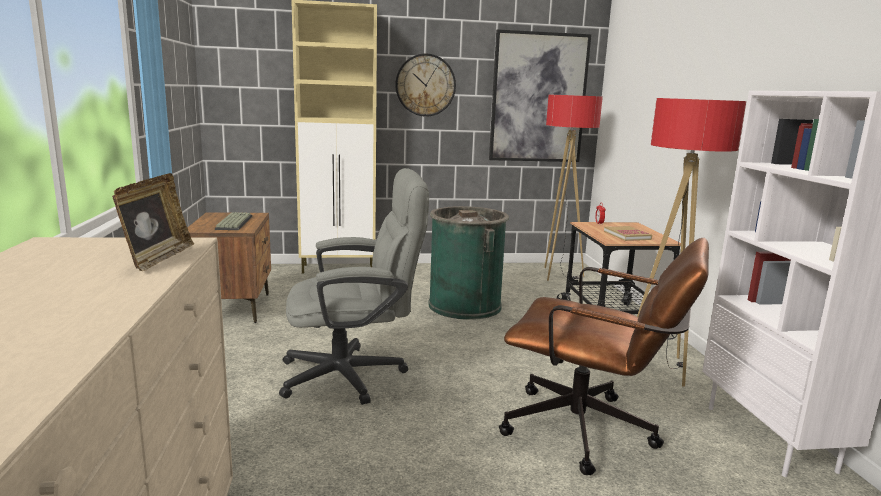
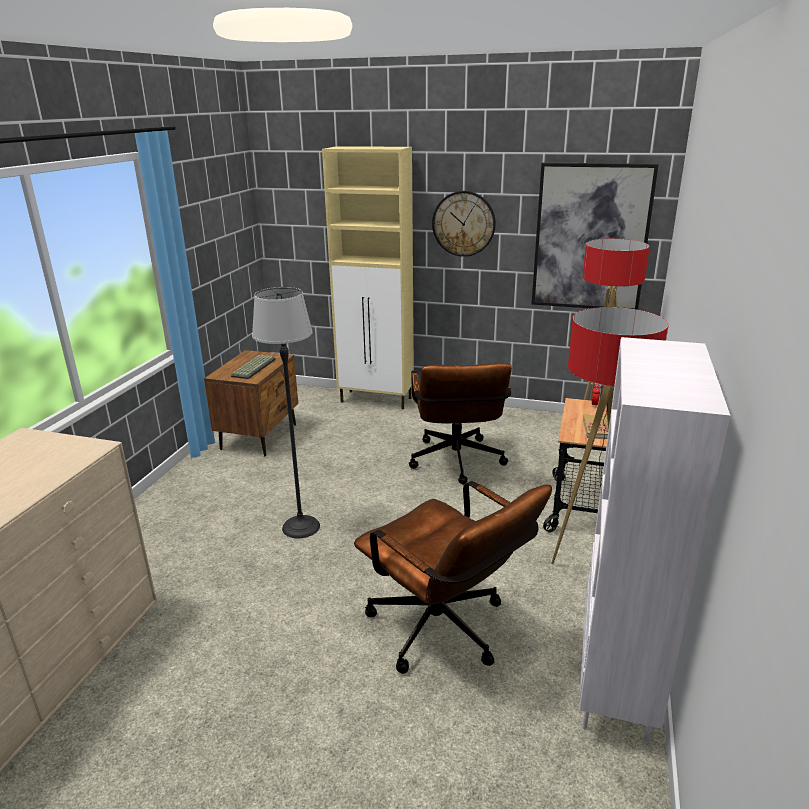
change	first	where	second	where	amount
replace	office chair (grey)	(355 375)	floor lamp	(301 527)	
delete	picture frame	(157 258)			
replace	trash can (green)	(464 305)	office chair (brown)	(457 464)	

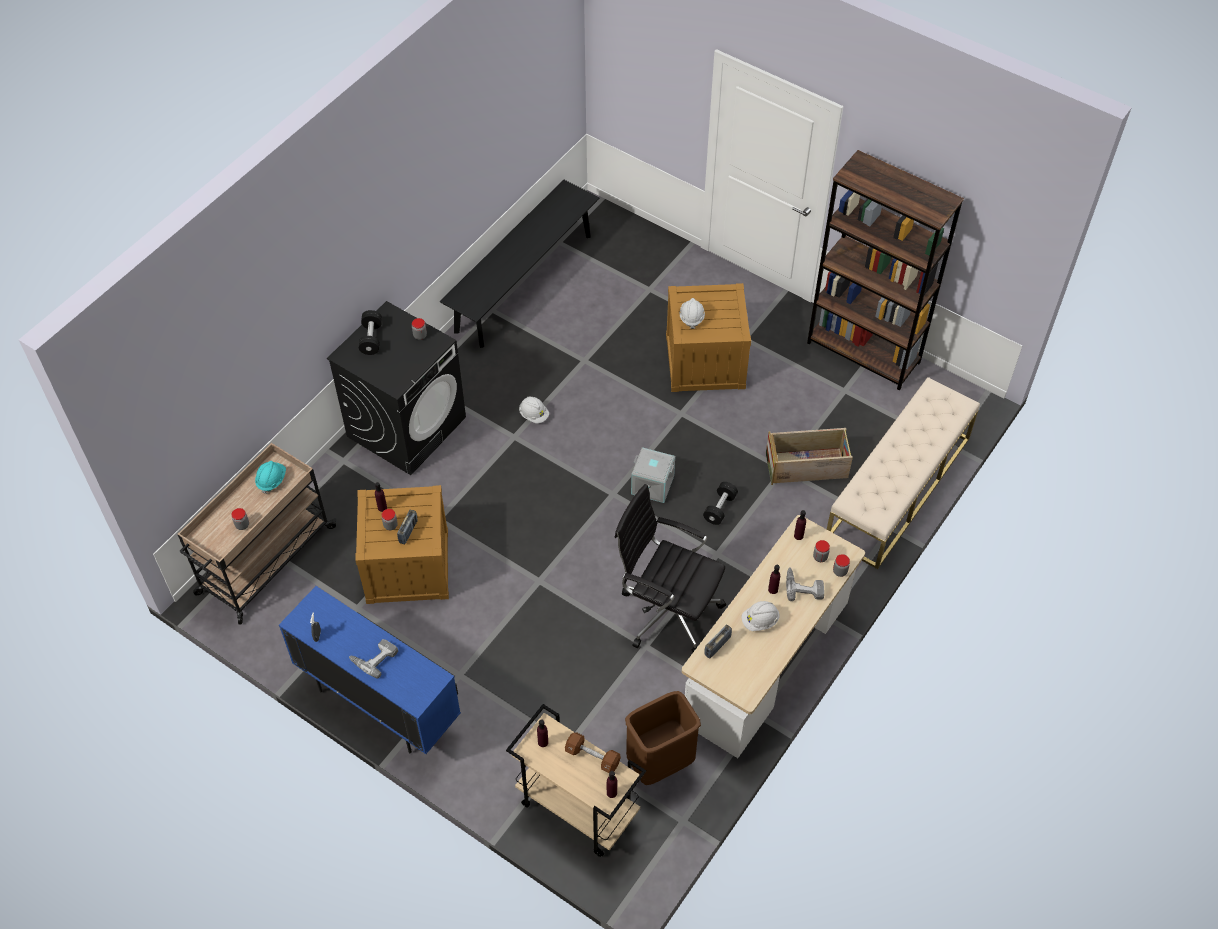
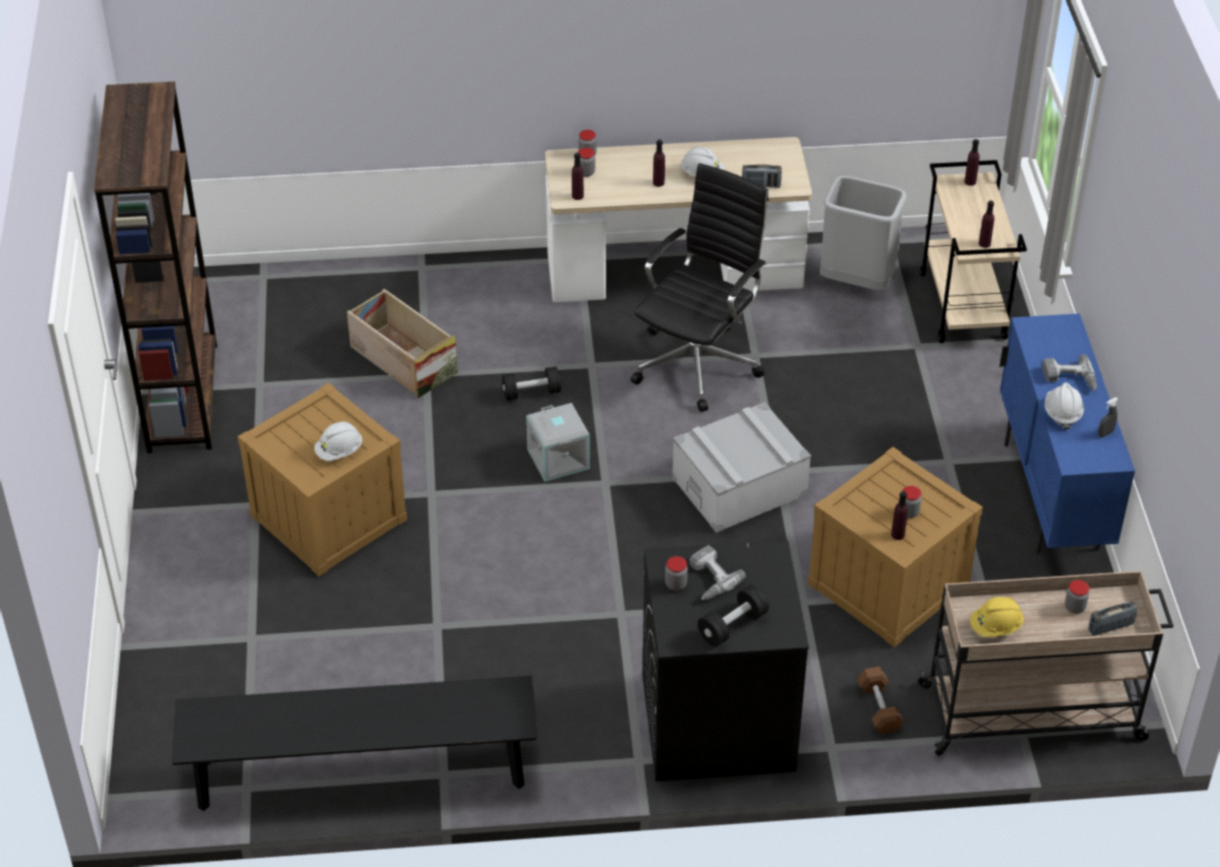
change	first	where	second	where	amount
delete	bench (beige)	(898 488)			
move	hard hat (white)	(534 415)		(1062 413)	
recolor	hard hat (turquoise)	(271 480)	hard hat (yellow)	(995 627)	
rotate	office chair (black)	(667 611)		(699 362)	135 degrees counterclockwise
move	radio	(408 532)		(1110 627)	
move	power drill	(804 586)		(709 579)	
recolor	trash can (brown)	(660 763)	trash can (grey)	(857 281)	
move	dumbbell (brown)	(592 757)		(879 708)	
insert			storage box (grey)	(739 486)	

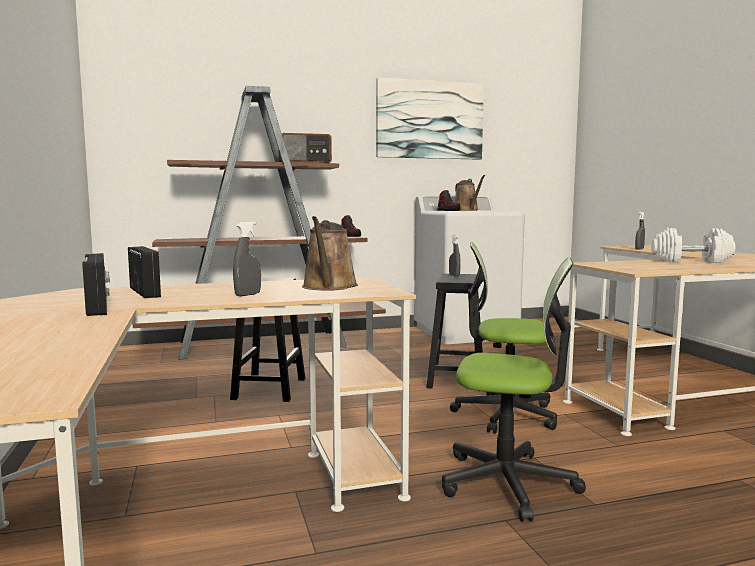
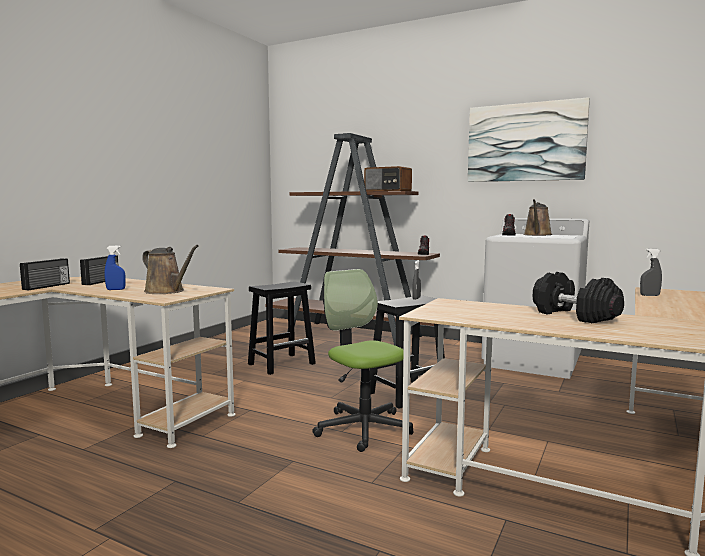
change	first	where	second	where	amount
rotate	watering can (brown)	(329 287)		(167 291)	105 degrees counterclockwise
recolor	spray bottle (grey)	(248 295)	spray bottle (blue)	(115 289)	
recolor	dumbbell (white)	(691 261)	dumbbell (black)	(574 315)	
delete	office chair	(508 482)			

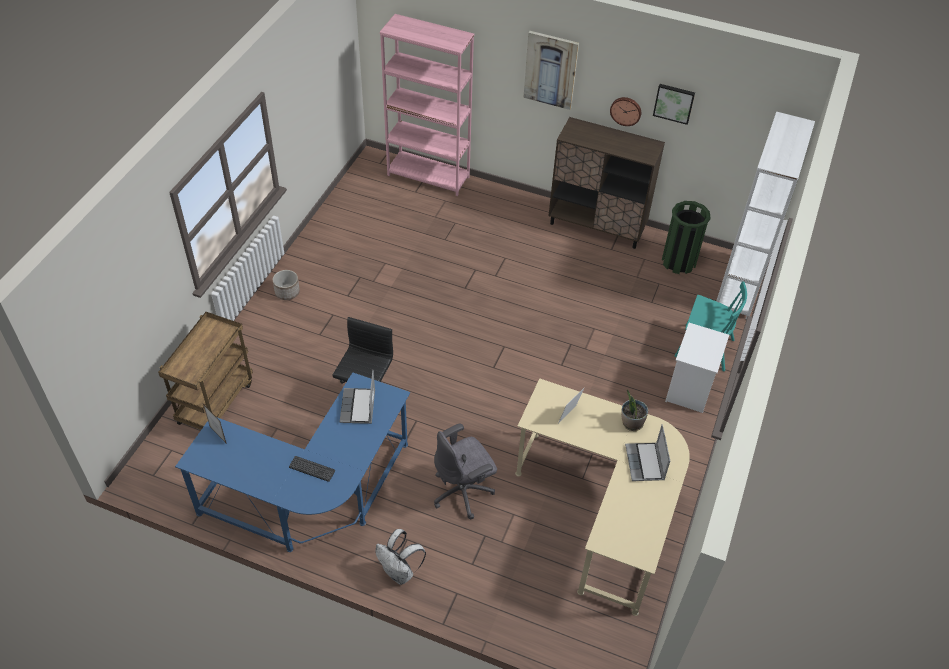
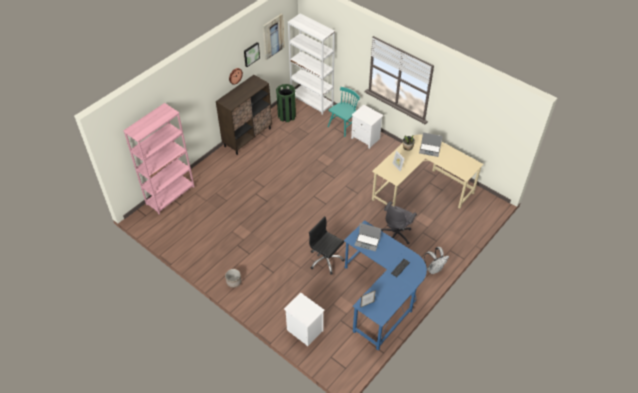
change	first	where	second	where	amount
move	picture	(551 70)		(273 36)	
replace	cart (brown)	(215 402)	nightstand (white)	(304 330)	
rotate	office chair (grey)	(463 492)		(396 234)	45 degrees clockwise

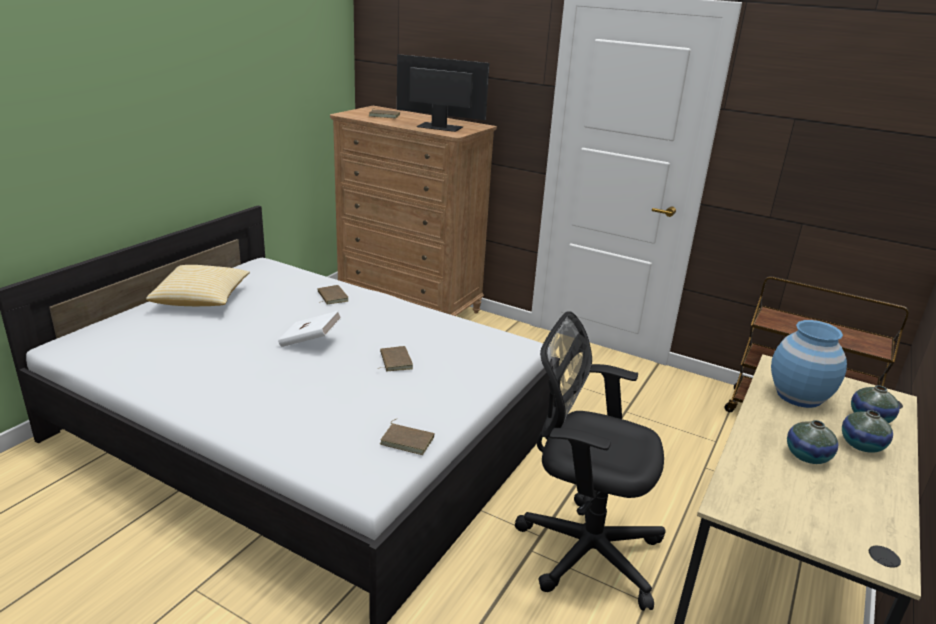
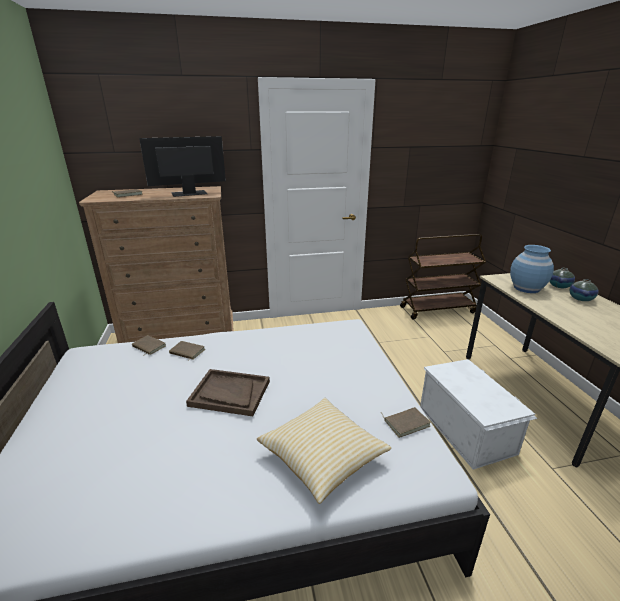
change	first	where	second	where	amount
move	pillow	(201 299)		(322 457)	
replace	book (white)	(310 341)	tray (brown)	(229 393)	
replace	office chair (black)	(582 549)	storage box (white)	(466 429)	
move	book (brown)	(394 361)		(148 347)	
delete	vase	(807 456)			

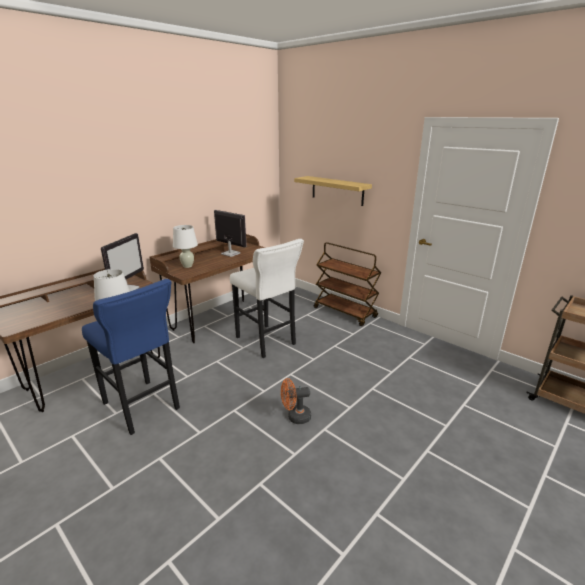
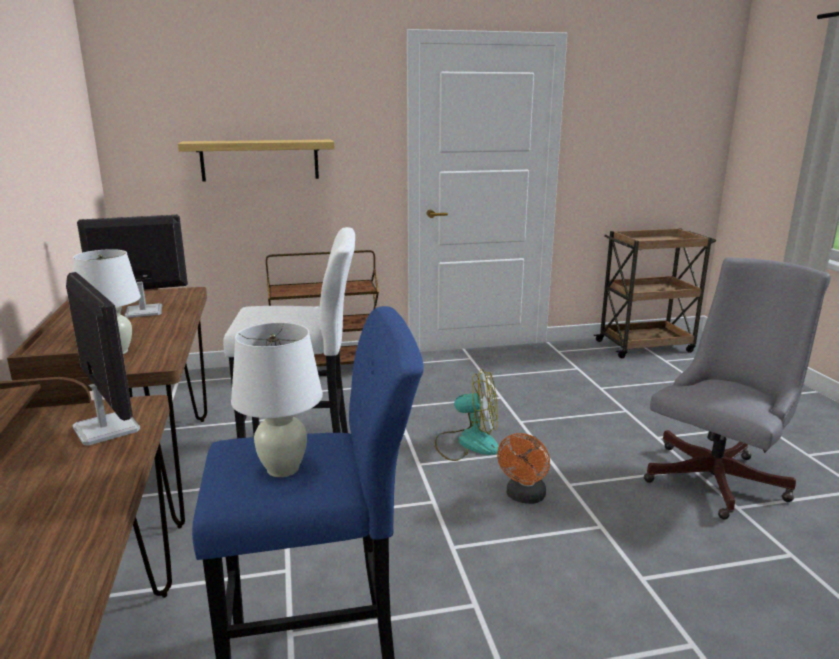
change	first	where	second	where	amount
insert			office chair (grey)	(719 477)	
insert			fan	(467 443)	

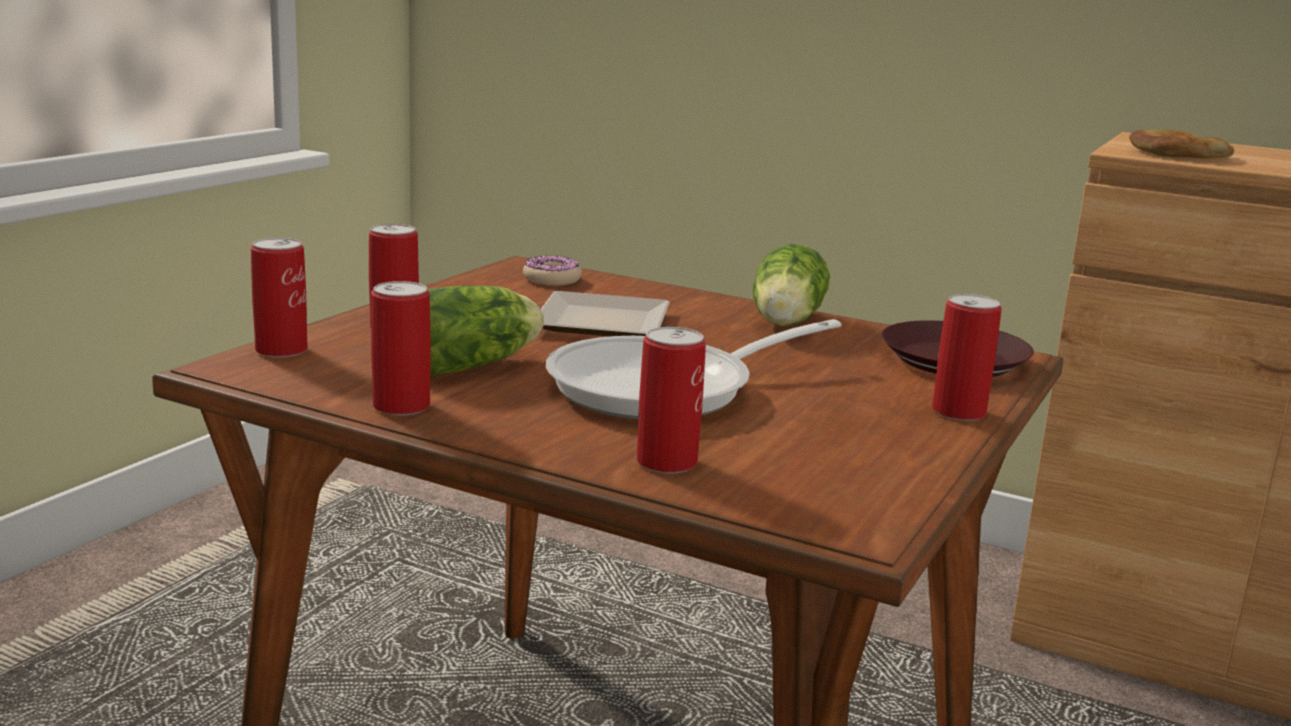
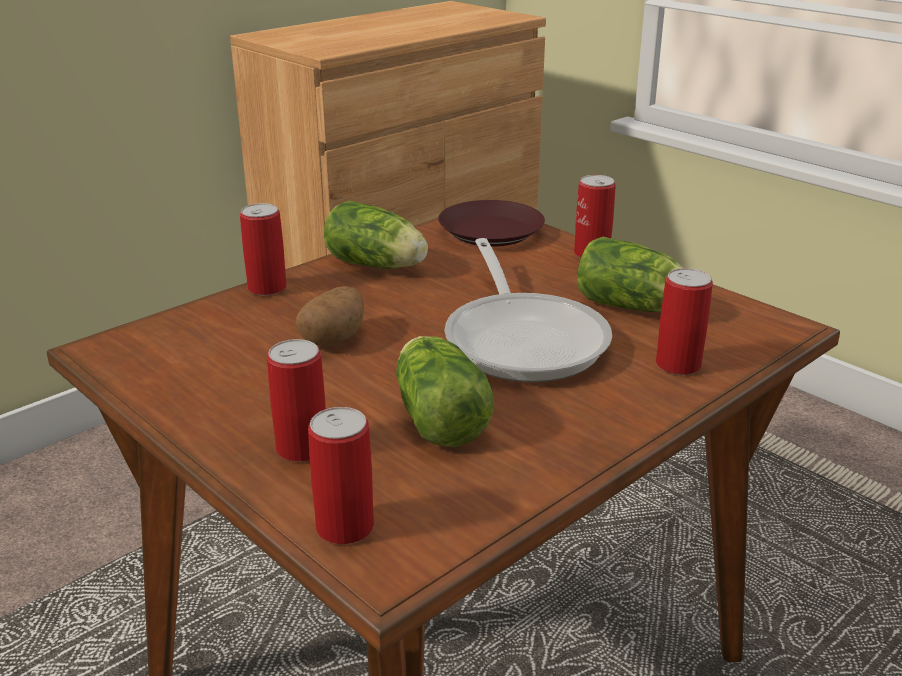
change	first	where	second	where	amount
delete	bread	(1177 153)			
delete	donut	(552 279)			
move	can	(401 406)		(267 288)	
replace	plate	(598 321)	potato	(333 338)	
insert			lettuce	(635 308)	

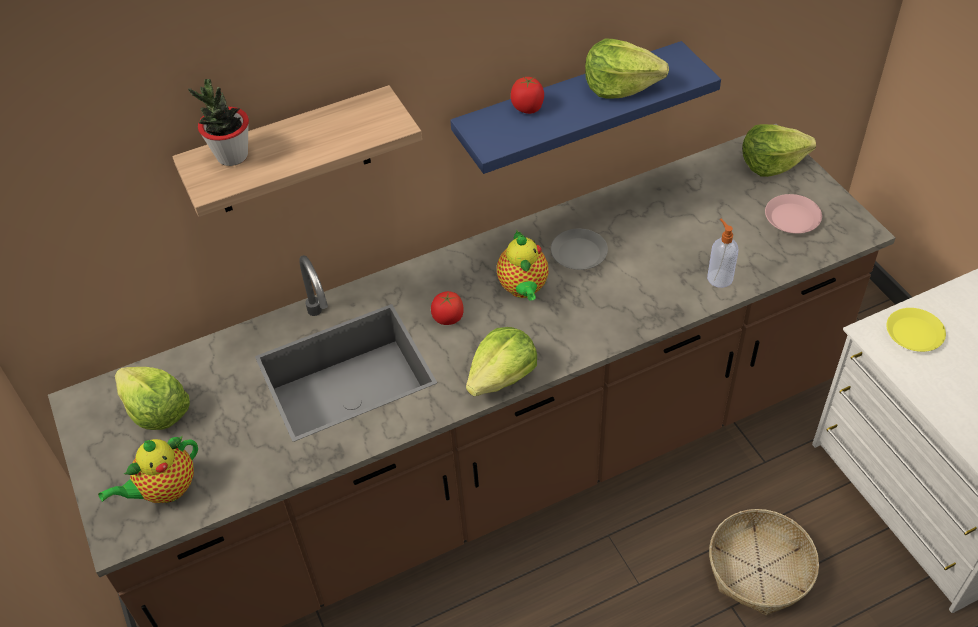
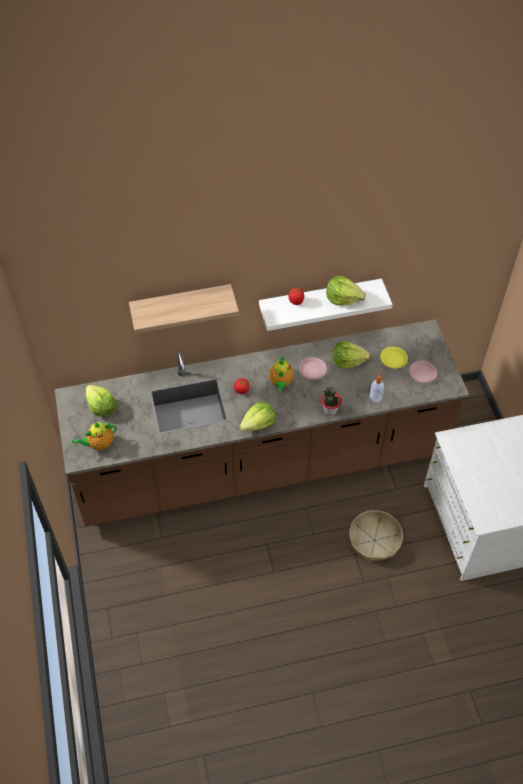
change	first	where	second	where	amount
recolor	shelf (blue)	(568 110)	shelf (white)	(319 301)	
move	potted plant	(232 156)		(330 410)	
move	lettuce	(771 163)		(348 360)	
recolor	plate (grey)	(579 254)	plate (pink)	(312 370)	
move	plate (yellow)	(913 333)		(393 359)	

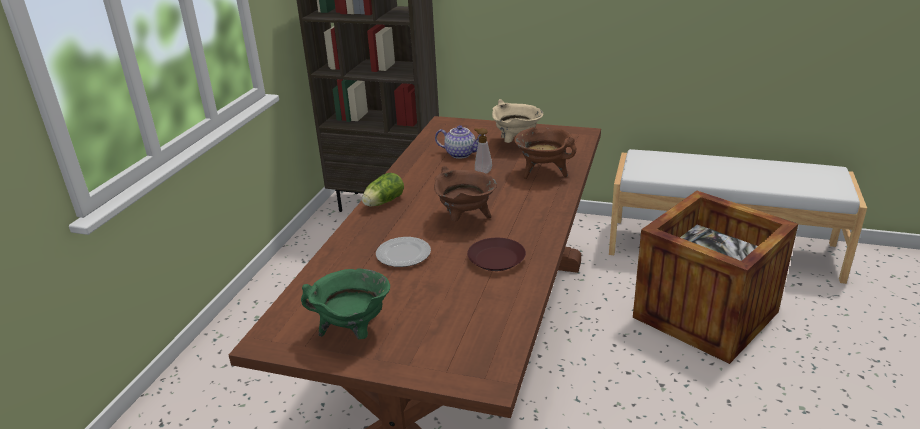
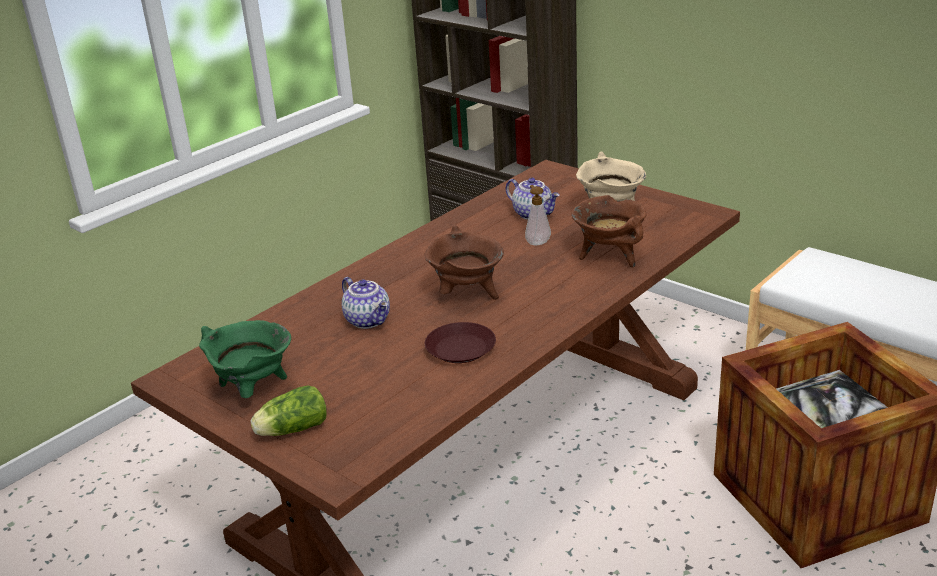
change	first	where	second	where	amount
move	lettuce	(382 202)		(290 430)	
replace	plate	(403 254)	teapot	(369 320)	

